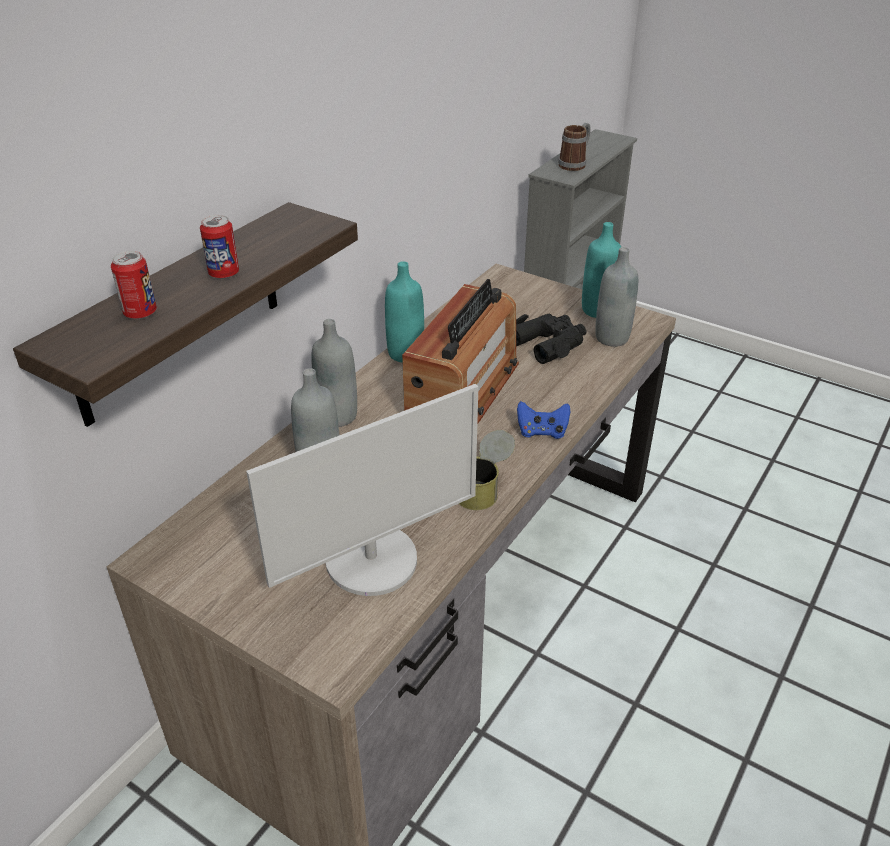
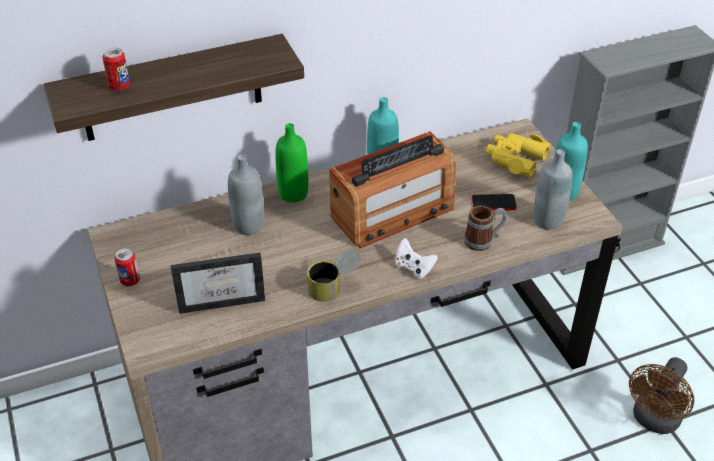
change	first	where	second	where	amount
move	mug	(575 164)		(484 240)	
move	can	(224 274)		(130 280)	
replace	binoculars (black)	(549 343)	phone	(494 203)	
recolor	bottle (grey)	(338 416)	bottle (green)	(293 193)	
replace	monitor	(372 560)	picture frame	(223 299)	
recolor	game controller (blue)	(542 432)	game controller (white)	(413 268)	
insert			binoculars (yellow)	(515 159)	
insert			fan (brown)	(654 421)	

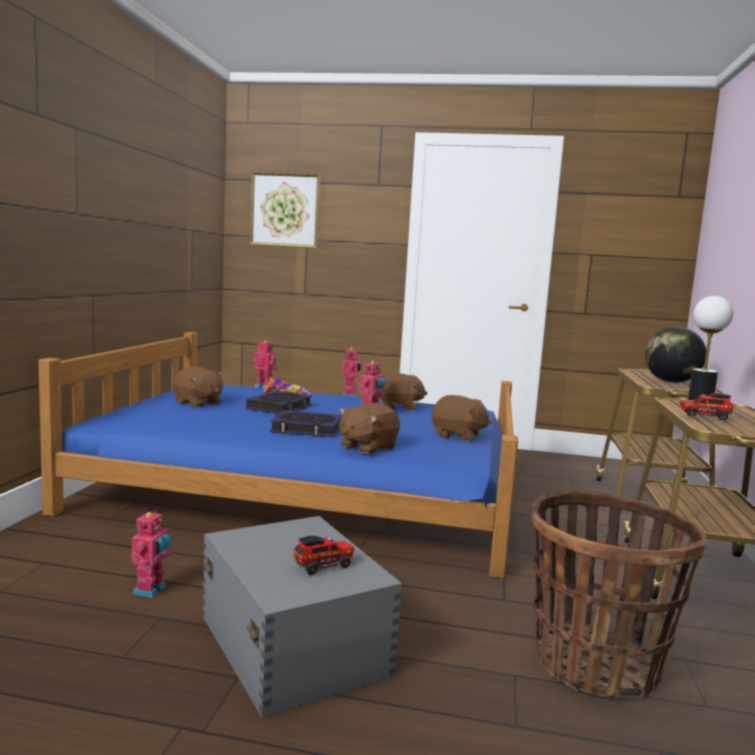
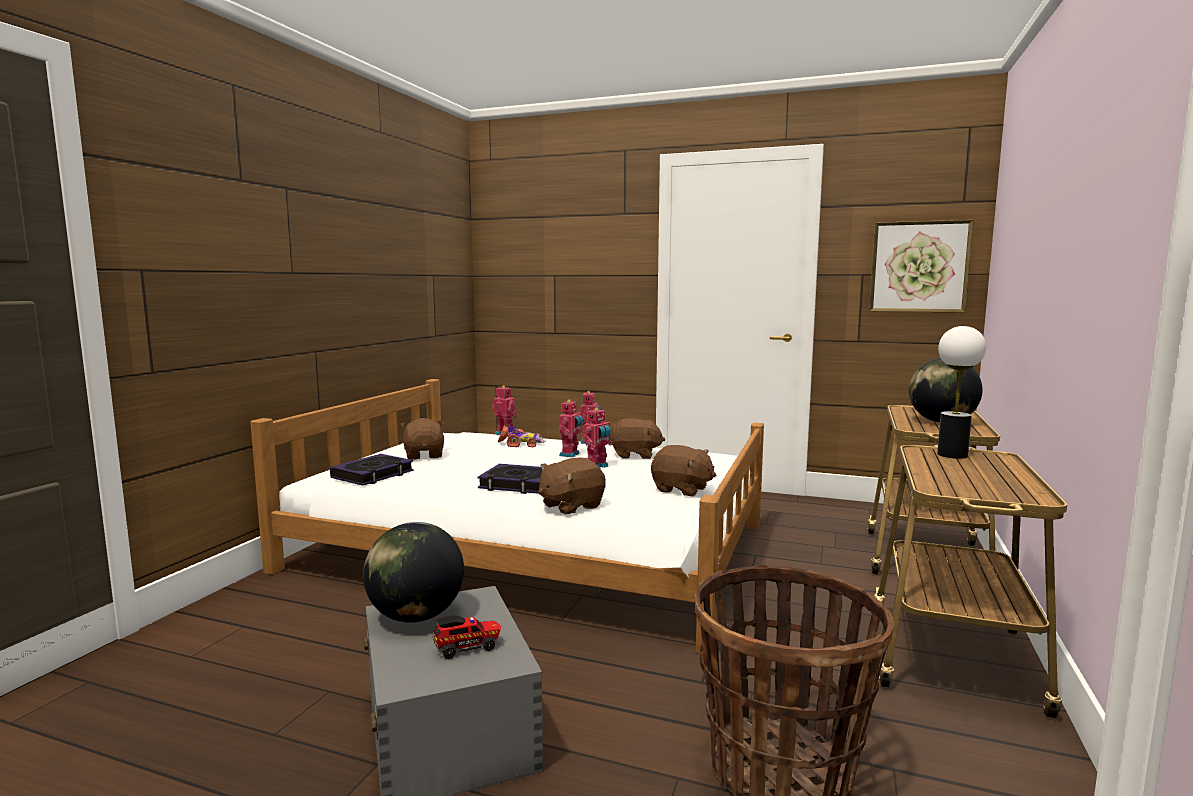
change	first	where	second	where	amount
move	picture	(285 210)		(919 267)	
recolor	bed (blue)	(308 491)	bed (white)	(535 547)	
rotate	plush toy (brown)	(198 403)		(424 455)	150 degrees counterclockwise
move	book	(279 407)		(373 475)	
delete	toy truck	(703 416)			
move	toy robot	(151 590)		(570 454)	
insert			globe	(416 616)	

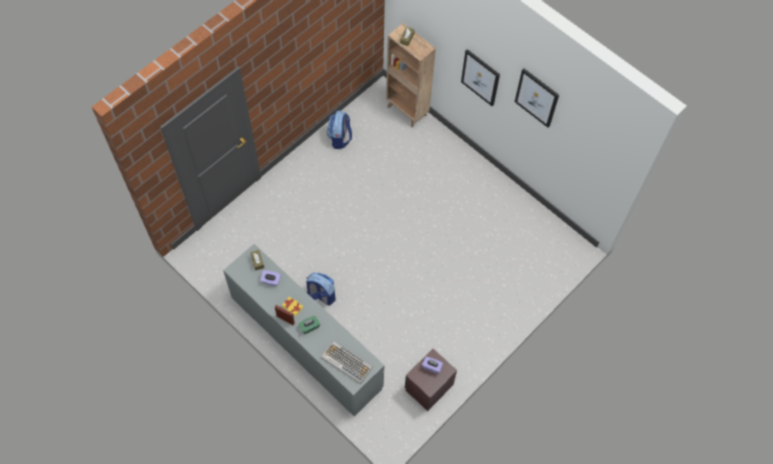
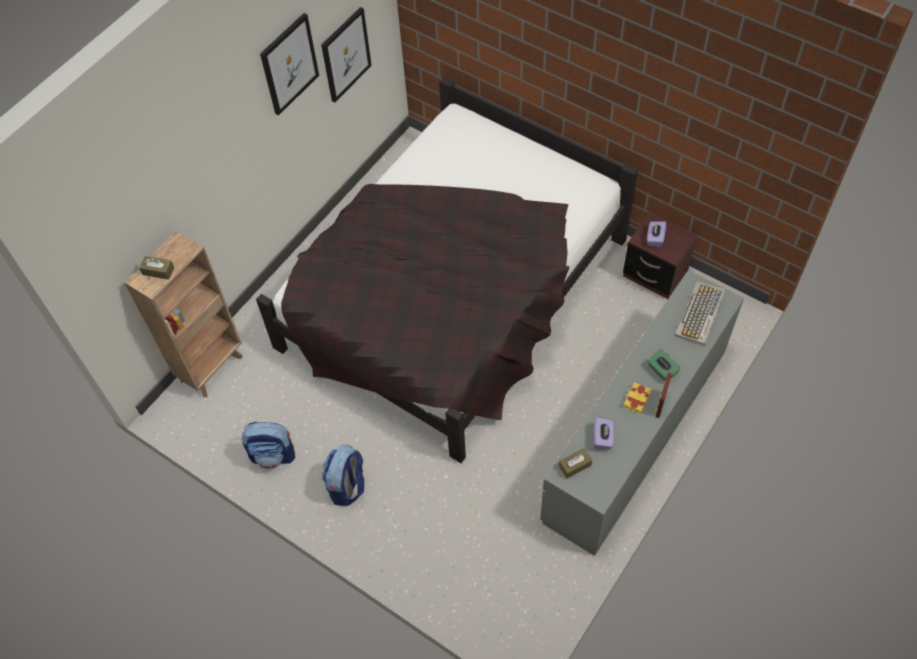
change	first	where	second	where	amount
move	picture	(480 77)		(345 54)	
move	backpack	(321 295)		(347 486)	
insert			bed (black)	(454 295)	

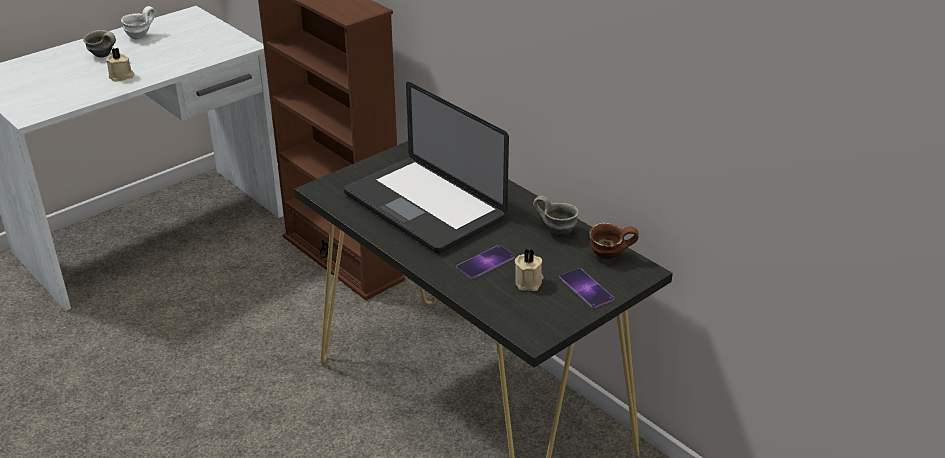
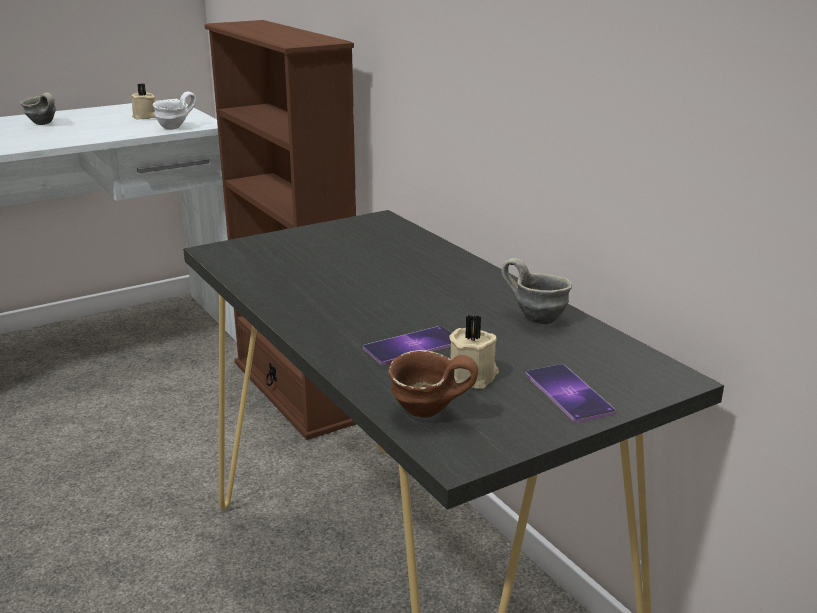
change	first	where	second	where	amount
move	mug (white)	(141 37)		(176 128)	
move	candle (beige)	(122 76)		(146 117)	
delete	laptop	(423 206)			
move	mug (brown)	(609 257)		(428 415)	

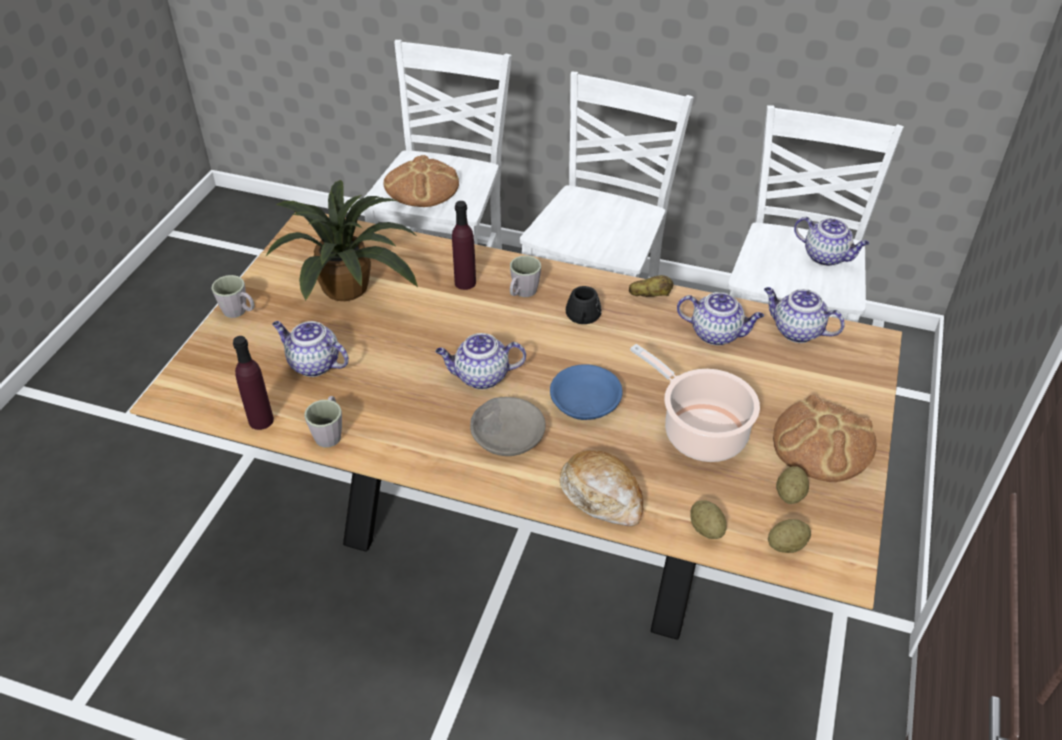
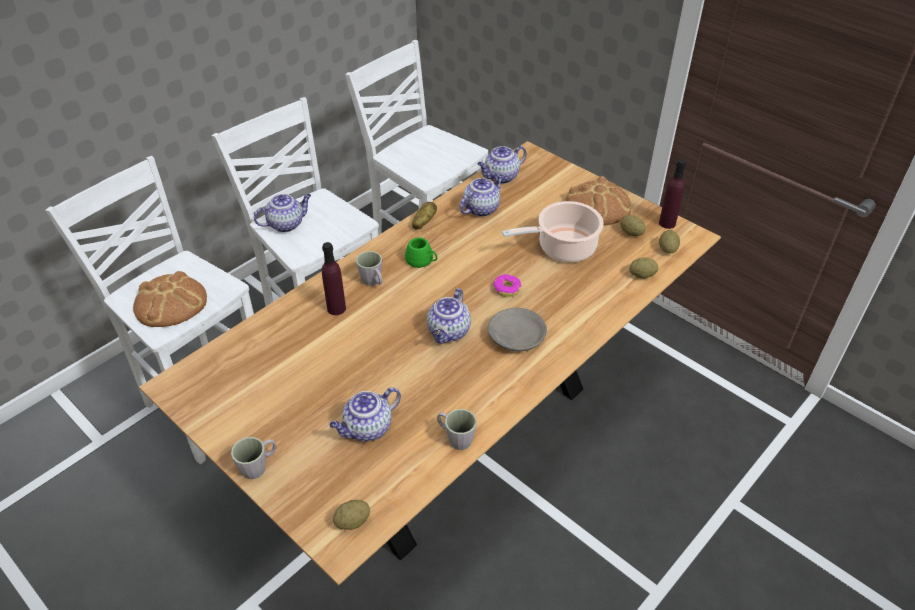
change	first	where	second	where	amount
delete	potted plant	(350 288)			
move	teapot	(826 257)		(286 224)	
recolor	mug (black)	(582 317)	mug (green)	(422 261)	
move	bottle (purple)	(261 420)		(667 223)	
replace	bowl (blue)	(584 402)	donut	(507 289)	
delete	bread	(602 496)			
insert			potato	(352 521)	

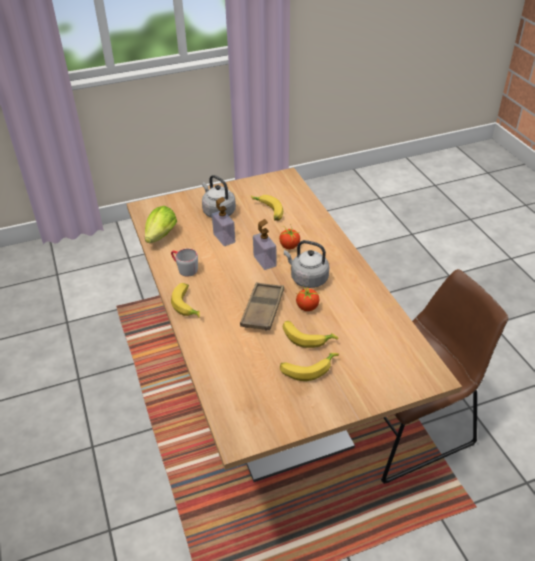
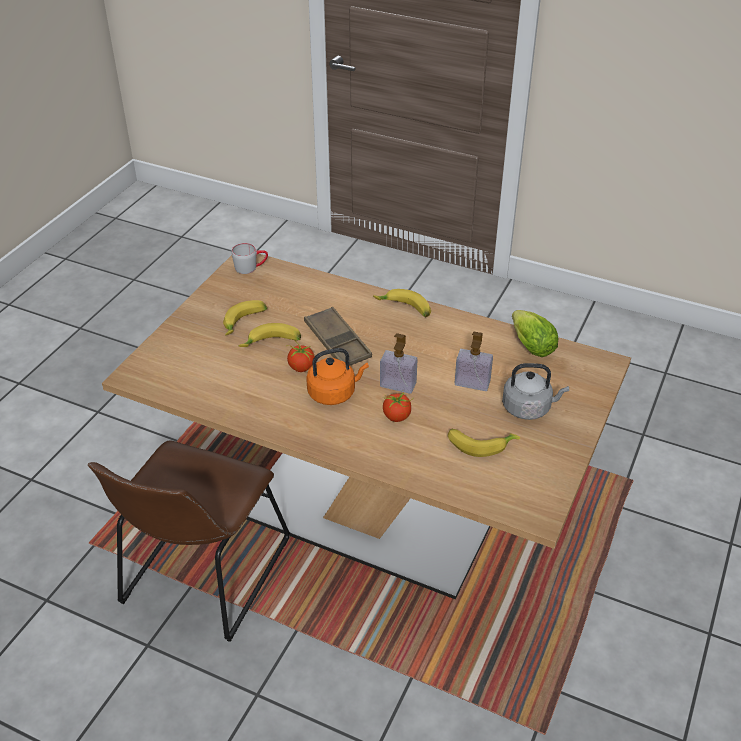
change	first	where	second	where	amount
recolor	kettle (grey)	(307 278)	kettle (orange)	(334 393)	
move	mug (grey)	(184 268)		(251 267)	

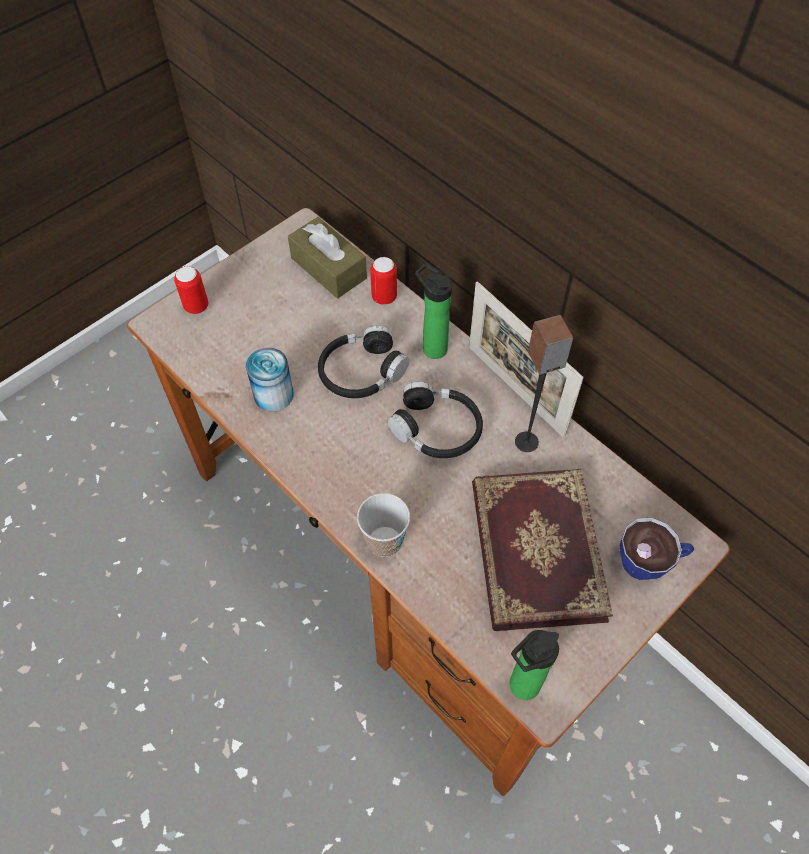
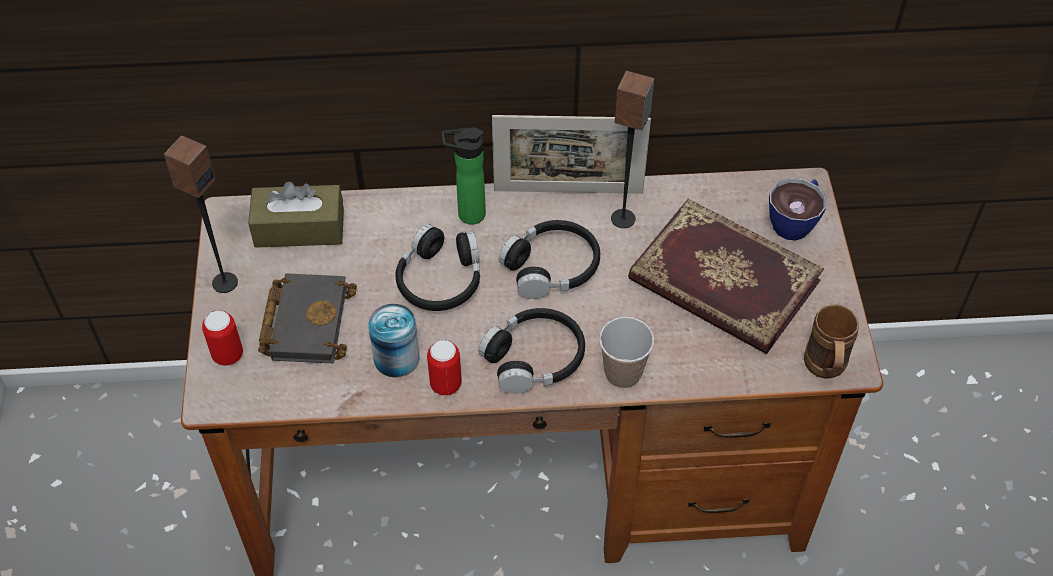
change	first	where	second	where	amount
move	can	(384 297)		(446 384)	
replace	bottle	(520 688)	mug (brown)	(825 370)	
insert			speaker	(224 282)	
insert			book (black)	(305 321)	
insert			headphones (black)	(534 358)	

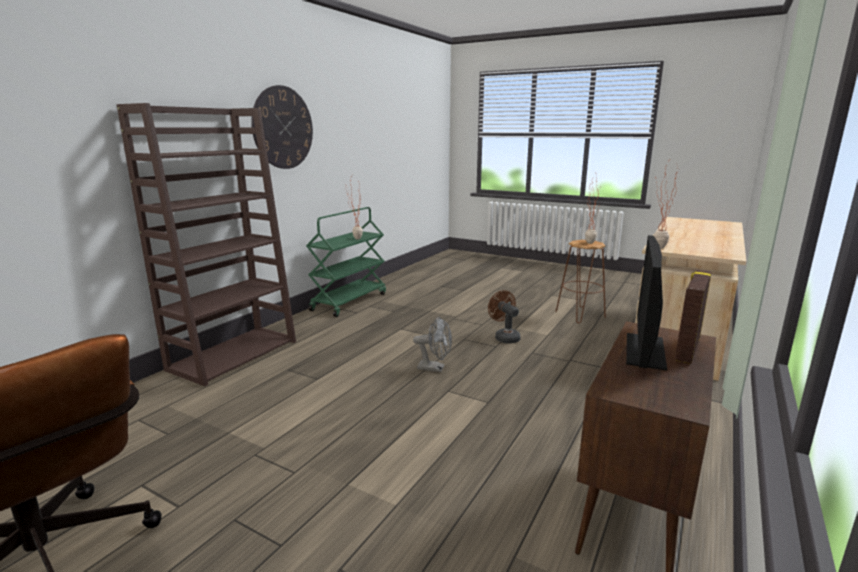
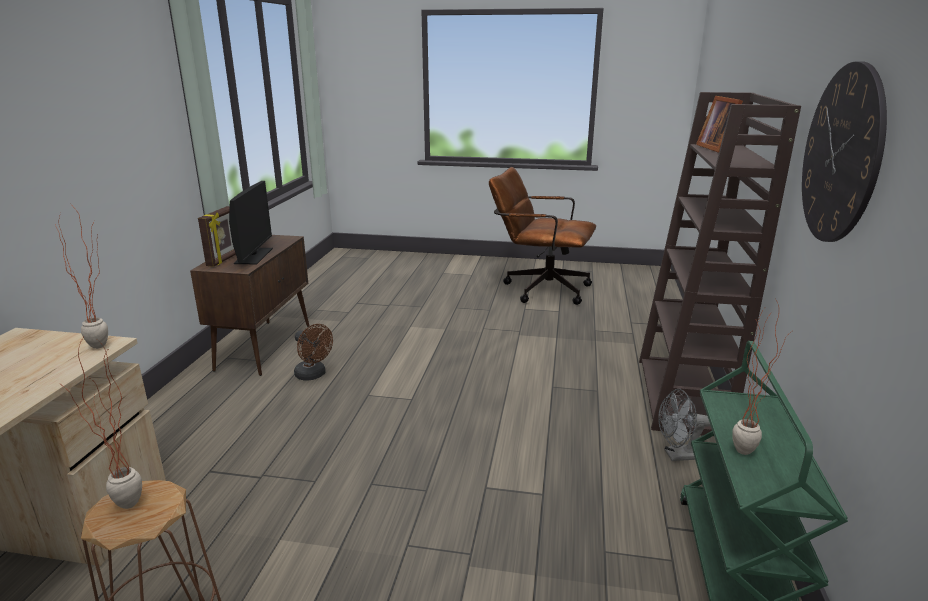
change	first	where	second	where	amount
move	fan (brown)	(504 337)		(313 375)	
move	fan (grey)	(435 368)		(678 455)	
insert			picture frame	(717 148)	

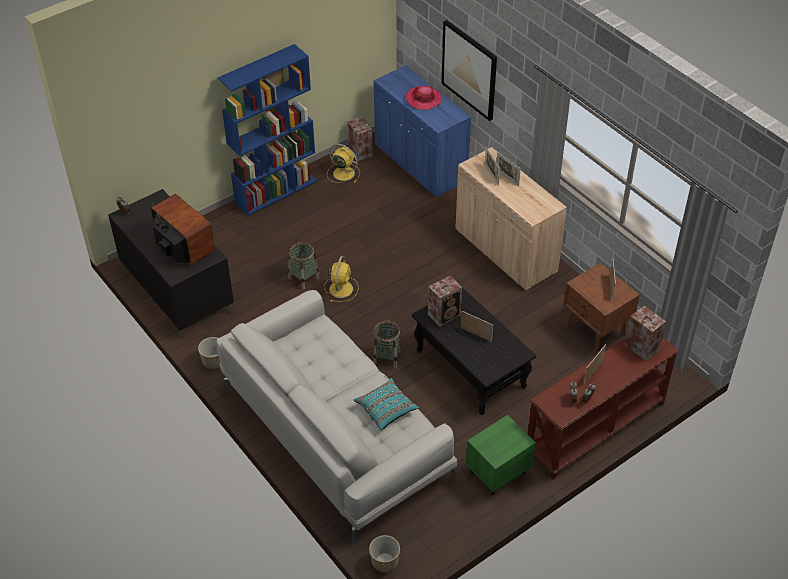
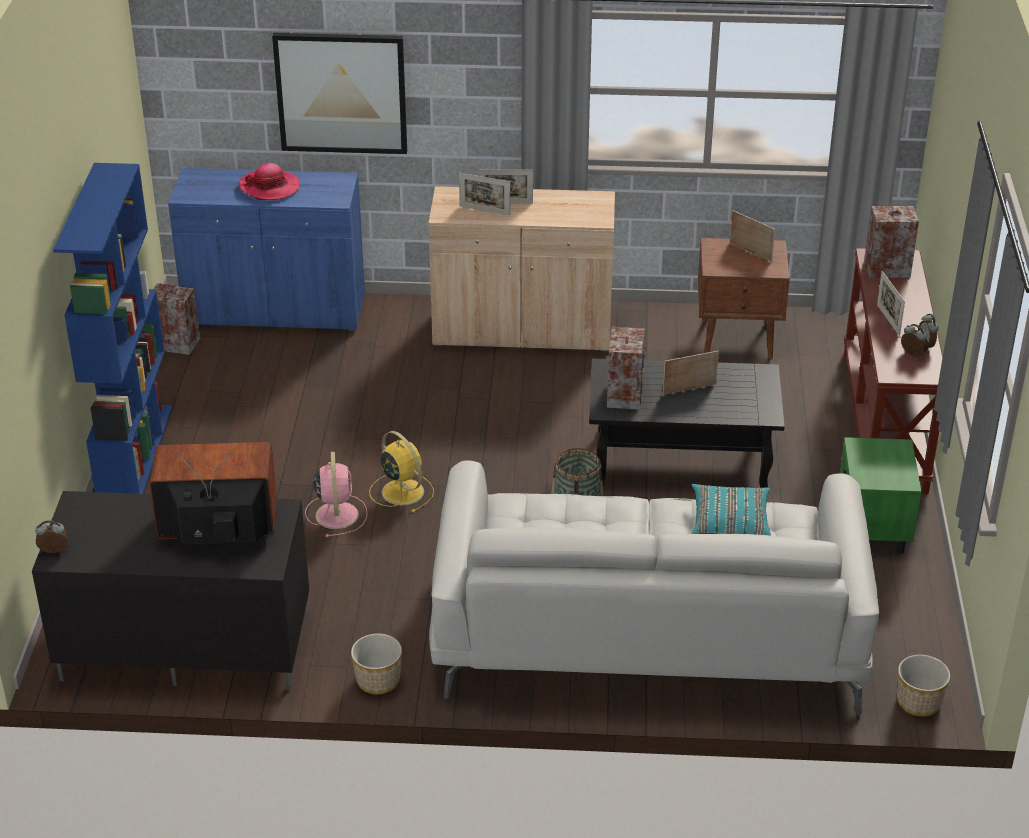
change	first	where	second	where	amount
delete	fan (yellow)	(343 173)			
replace	basket	(304 278)	fan (pink)	(336 514)	

